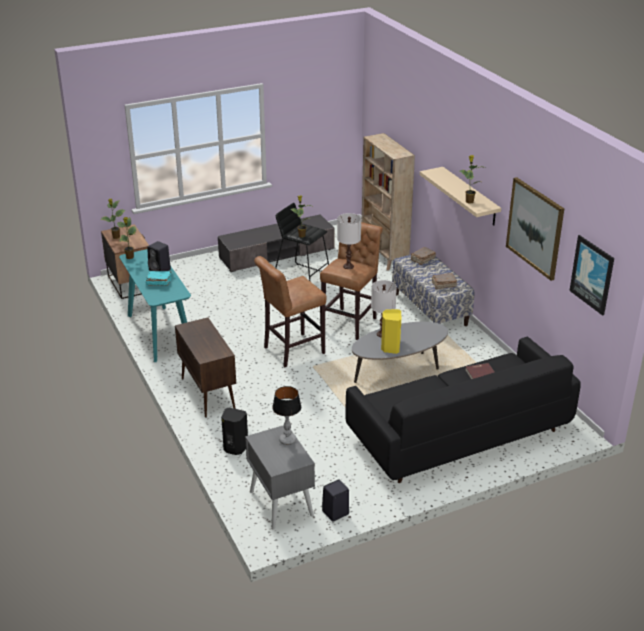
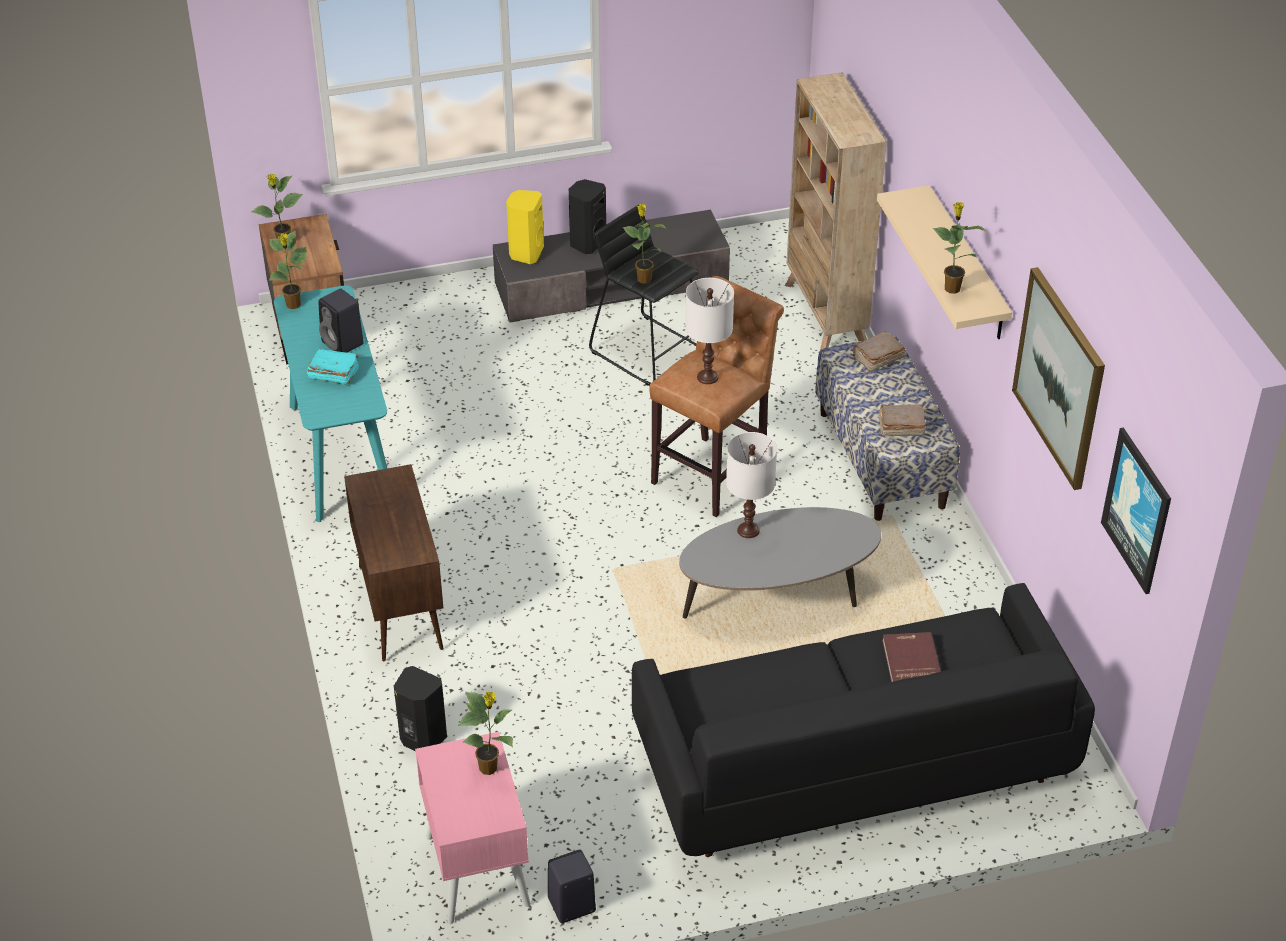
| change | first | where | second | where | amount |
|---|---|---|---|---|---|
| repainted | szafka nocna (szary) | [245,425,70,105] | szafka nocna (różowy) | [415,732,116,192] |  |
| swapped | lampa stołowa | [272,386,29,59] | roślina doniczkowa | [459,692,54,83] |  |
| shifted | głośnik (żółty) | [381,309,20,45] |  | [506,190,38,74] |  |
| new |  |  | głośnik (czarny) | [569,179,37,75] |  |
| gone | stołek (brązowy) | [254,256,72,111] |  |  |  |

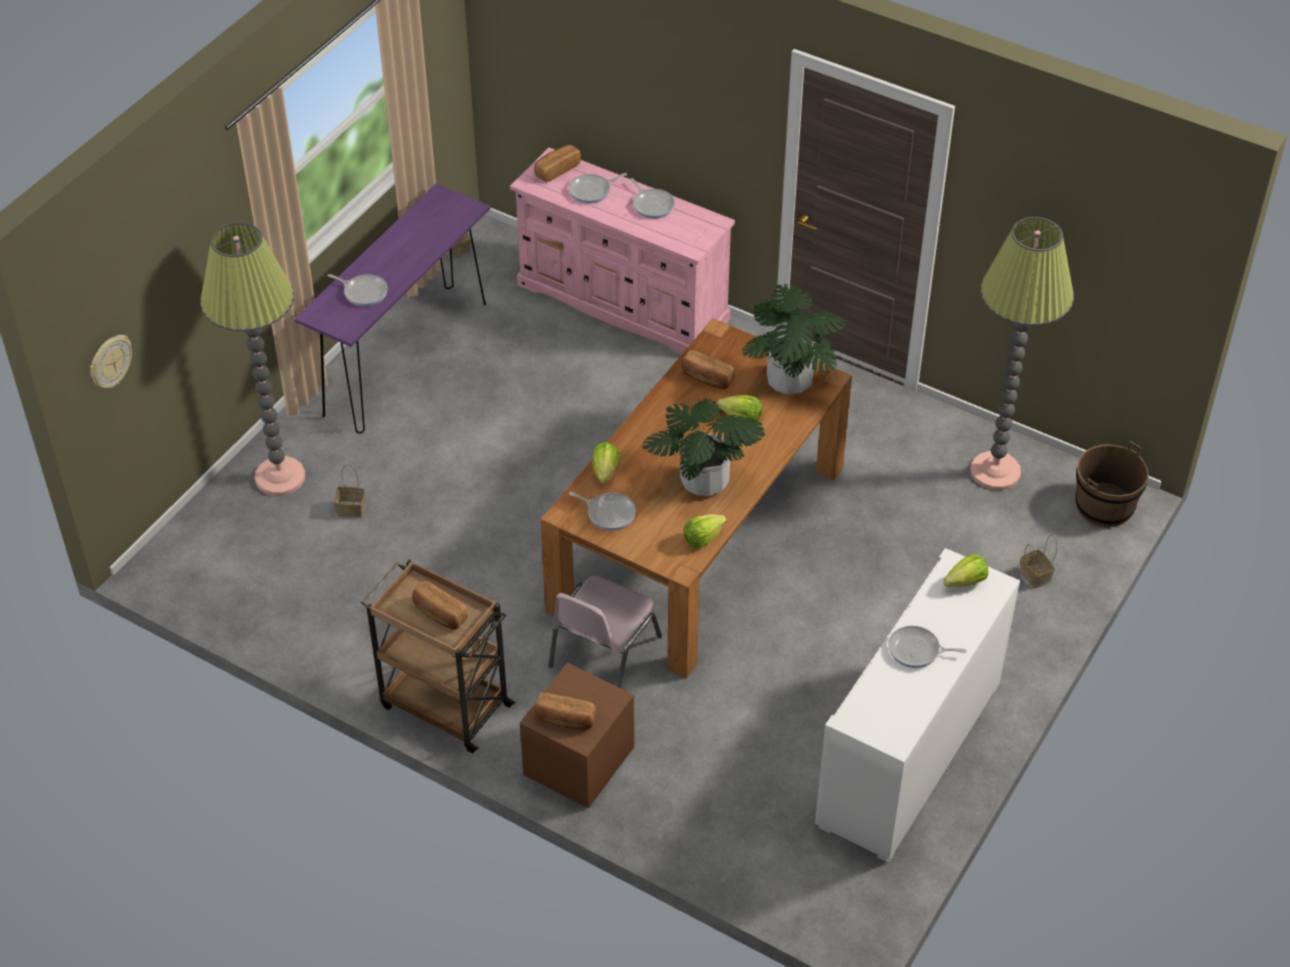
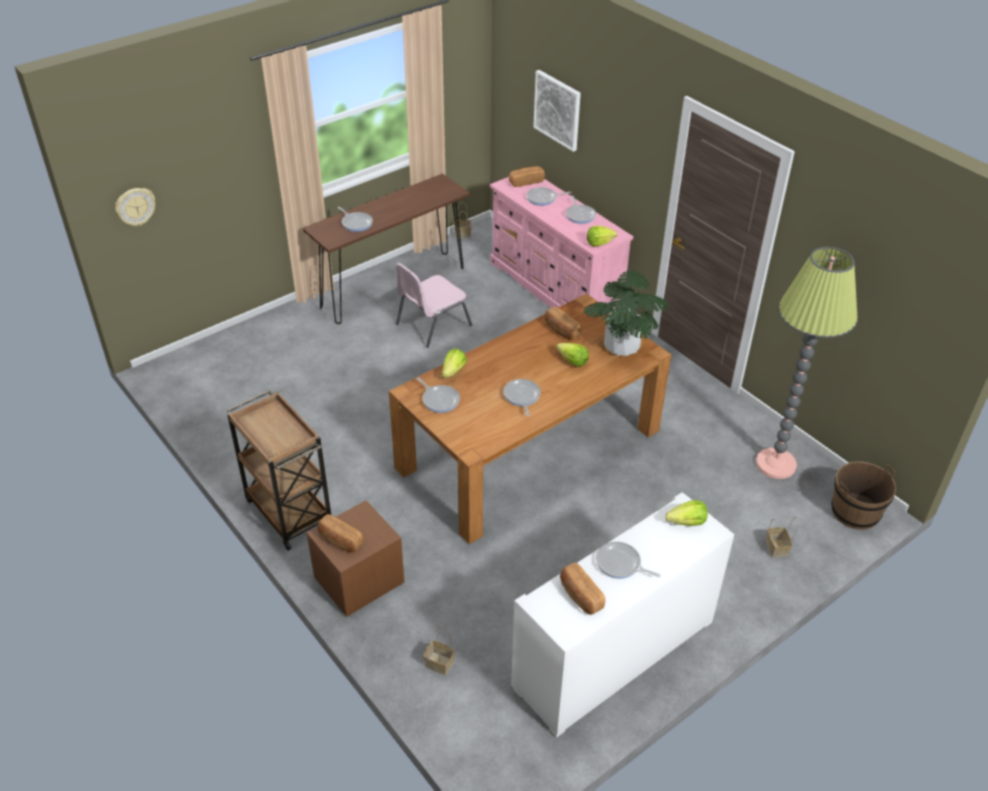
| change | first | where | second | where | amount |
|---|---|---|---|---|---|
| repainted | stolik konsolowy (fioletowy) | [294,184,196,250] | stolik konsolowy (brązowy) | [303,174,167,150] |  |
| shifted | krzesło (różowy) | [548,576,114,112] |  | [396,263,76,85] |  |
| shifted | koszyk | [334,465,32,53] |  | [423,626,32,49] |  |
| swapped | roślina doniczkowa | [642,398,124,98] | patelnia | [503,379,38,37] |  |
| new |  |  | obraz | [534,70,47,82] |  |
| shifted | chleb | [412,581,56,49] |  | [560,563,45,52] |  |
| shifted | sałata | [683,514,43,35] |  | [587,226,30,21] |  |
| gone | lampa stojąca | [200,222,105,274] |  |  |  |

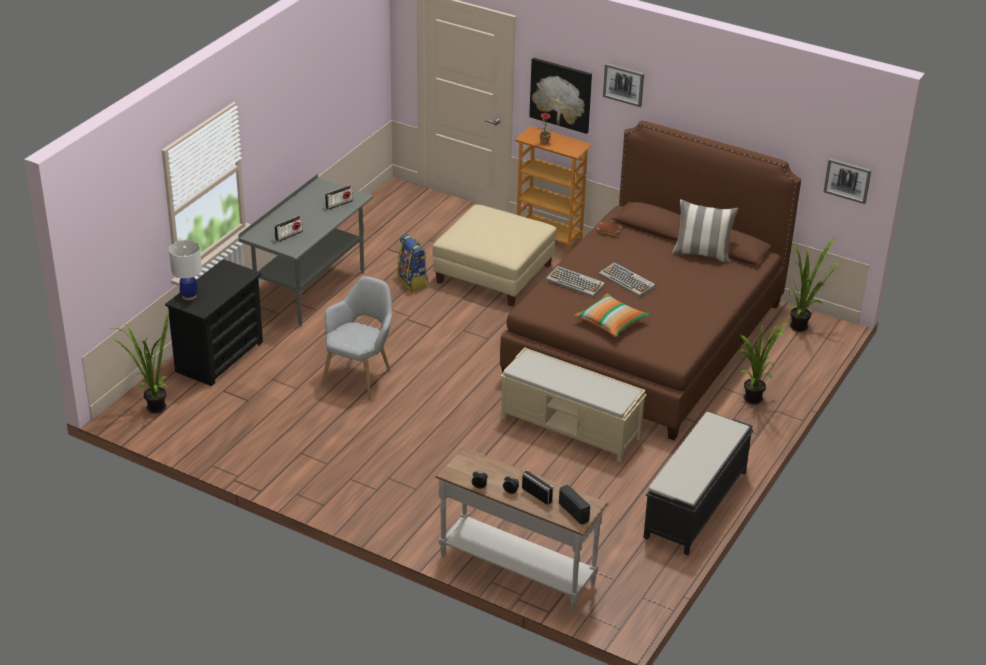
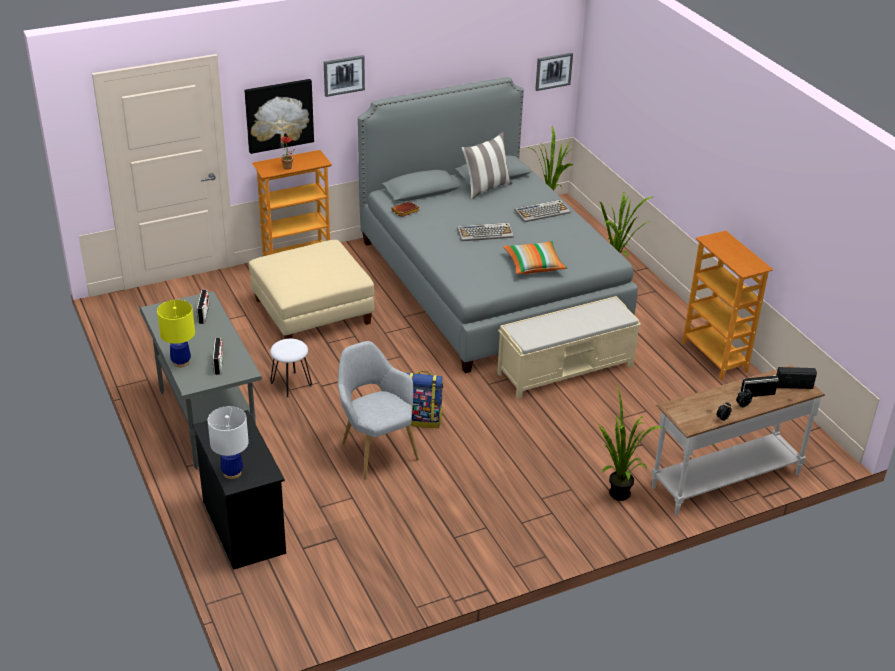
| change | first | where | second | where | amount |
|---|---|---|---|---|---|
| new |  |  | lampa stołowa (żółty) | [157,300,38,67] |  |
| new |  |  | stołek (biały) | [270,339,42,59] |  |
| repainted | łóżko (brązowy) | [500,120,301,320] | łóżko (szary) | [358,77,280,296] |  |
| shifted | plecak | [397,234,31,58] |  | [406,371,38,57] |  |
| shifted | klawiatura | [546,266,59,31] |  | [514,199,57,24] |  |
| shifted | roślina doniczkowa | [113,310,56,103] |  | [599,384,64,117] |  |
| swapped | ławka (czarny) | [643,412,110,143] | regał | [682,230,92,150] |  |

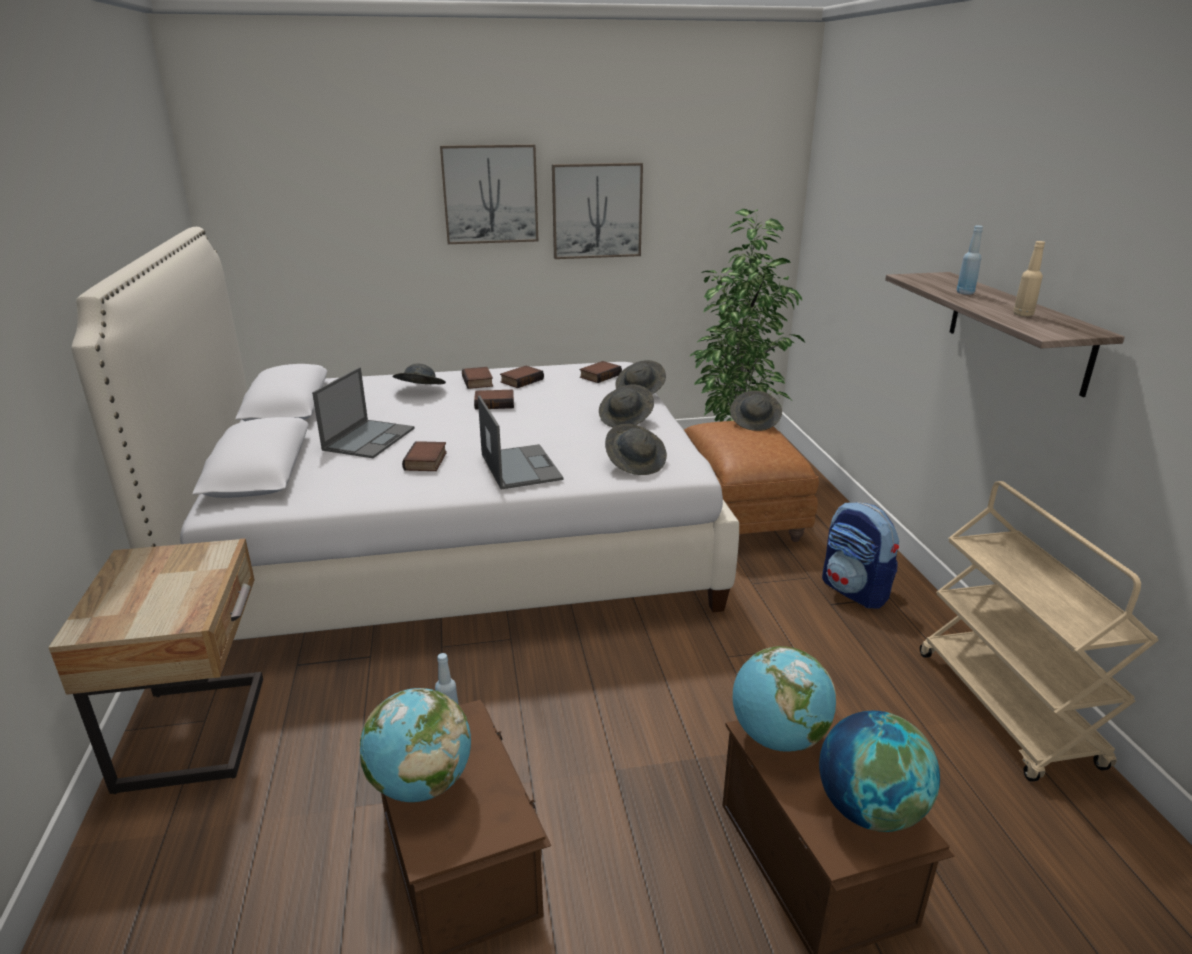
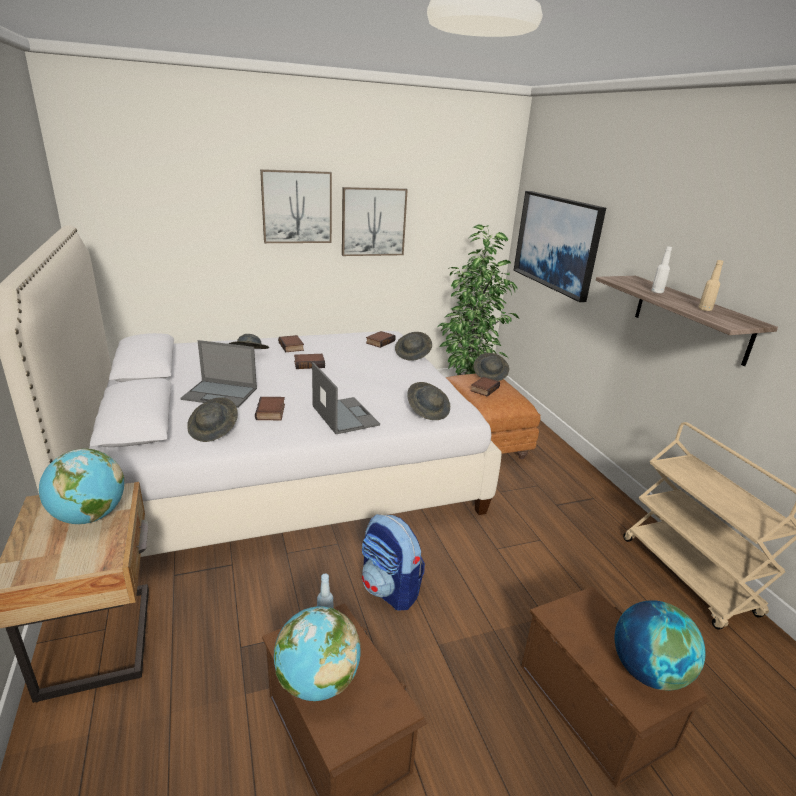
| change | first | where | second | where | amount |
|---|---|---|---|---|---|
| shifted | globus | [733,646,103,106] |  | [39,449,85,75] |  |
| rotated | laptop | [312,367,103,91] |  | [181,340,76,68] | 90 degrees clockwise |
| shifted | kapelusz (szary) | [599,384,55,43] |  | [187,397,51,45] |  |
| shifted | plecak | [822,502,77,107] |  | [362,514,63,96] |  |
| shifted | książka | [500,366,44,22] |  | [470,377,30,20] |  |
| new |  |  | obraz | [514,191,92,111] |  |
| repainted | butelka (niebieski) | [957,226,26,69] | butelka (biały) | [651,246,21,47] |  |

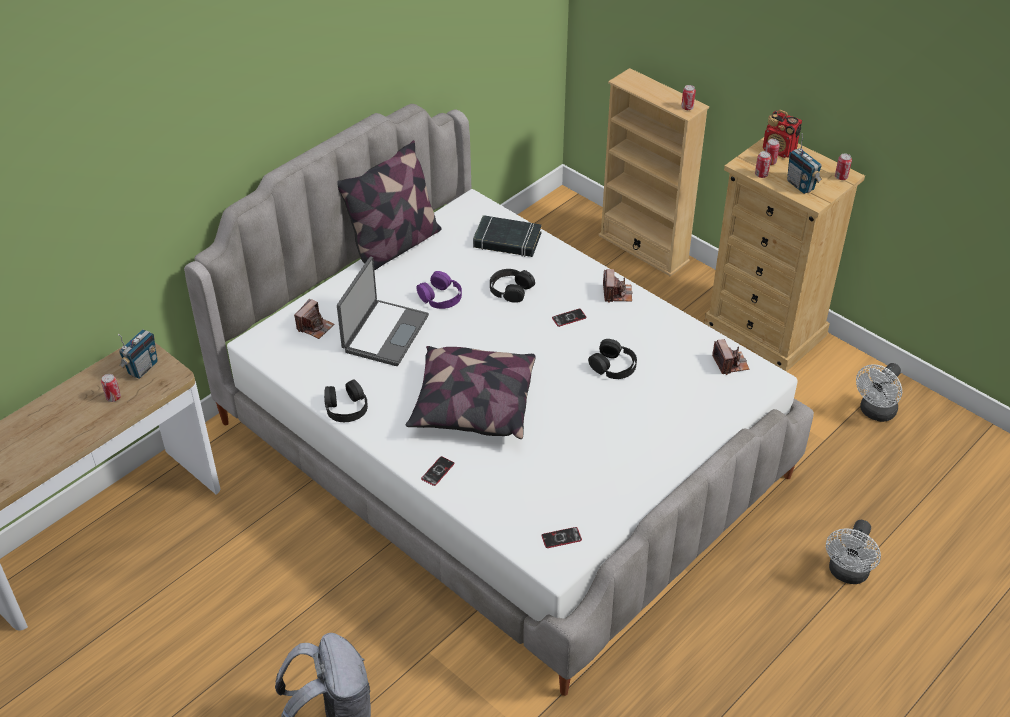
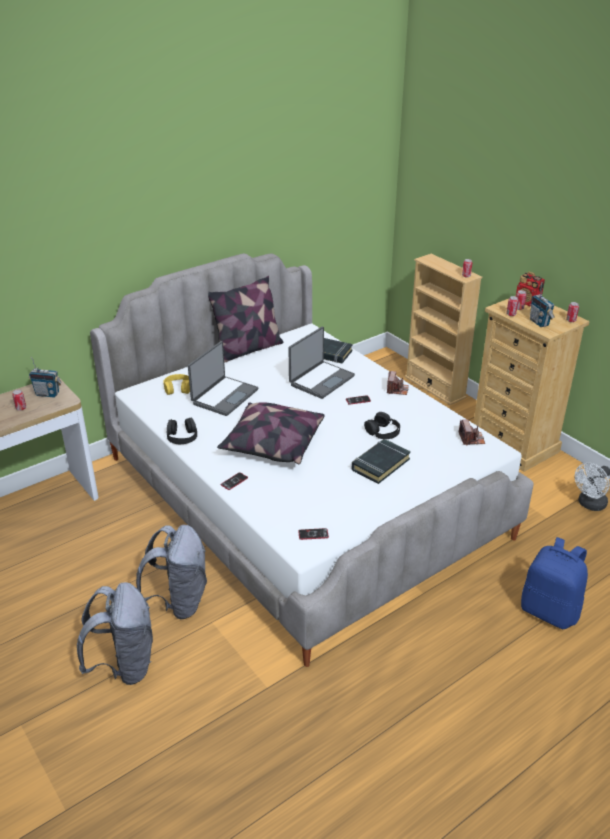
| change | first | where | second | where | amount |
|---|---|---|---|---|---|
| rotated | radio | [118,329,40,50] |  | [29,357,33,41] | 60 degrees clockwise |
| new |  |  | plecak (szary) | [136,525,71,94] |  |
| swapped | aparat fotograficzny | [294,299,40,40] | słuchawki (żółty) | [163,374,27,21] |  |
| swapped | słuchawki (czarny) | [490,269,45,34] | laptop | [289,327,66,72] |  |
| new |  |  | książka (czarny) | [352,439,59,45] |  |
| swapped | wentylator (biały) | [826,520,55,64] | plecak (niebieski) | [521,537,67,92] |  |
| gone | słuchawki (fioletowy) | [416,271,46,38] |  |  |  |

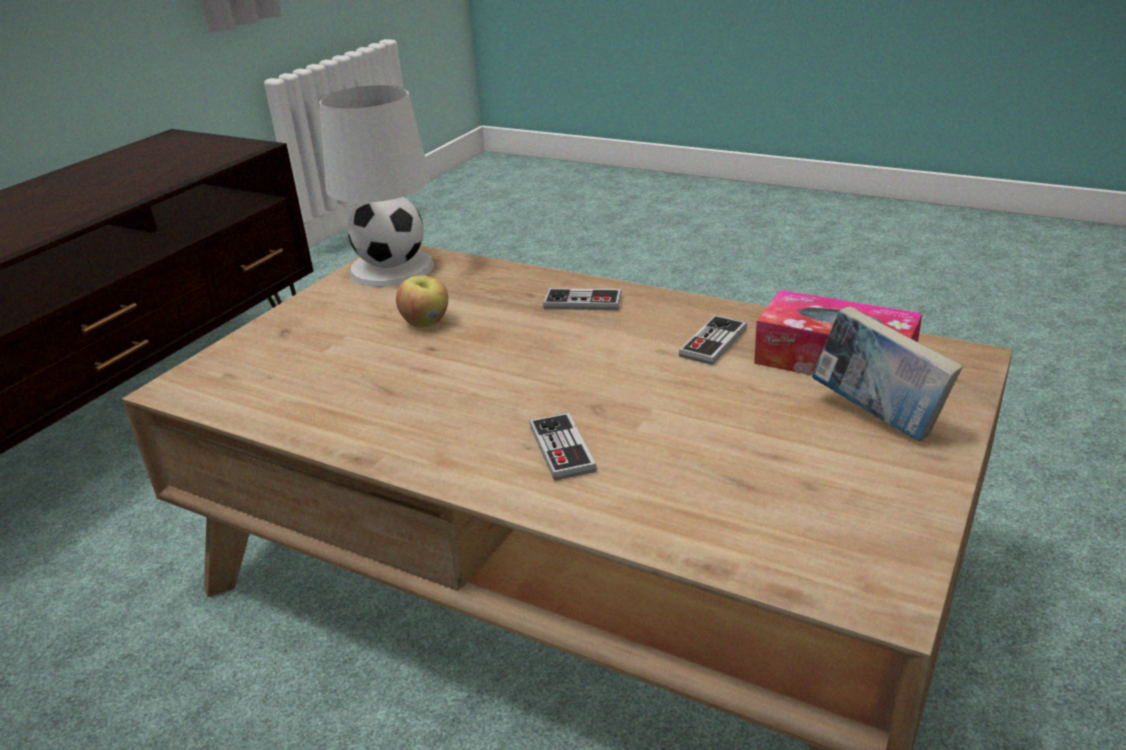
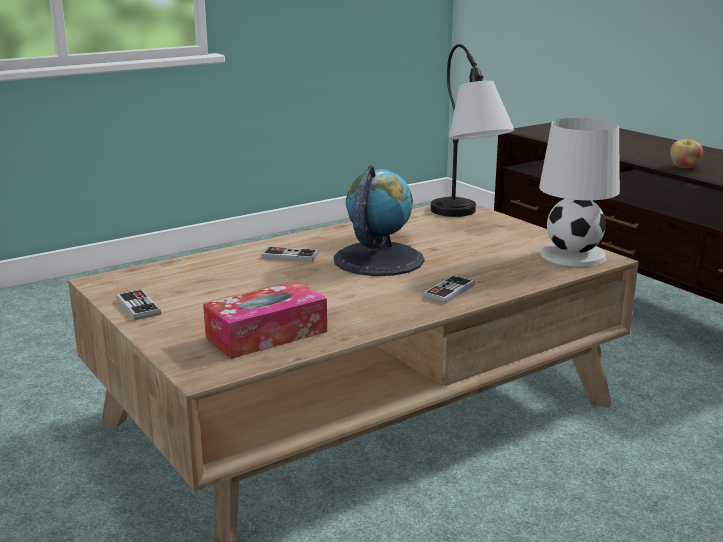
| change | first | where | second | where | amount |
|---|---|---|---|---|---|
| shifted | pad do gier | [679,315,68,50] |  | [116,289,45,31] |  |
| new |  |  | globus | [334,165,91,111] |  |
| new |  |  | lampa stołowa | [431,44,84,173] |  |
| shifted | jabłko | [396,275,52,52] |  | [670,139,33,29] |  |
| gone | książka | [812,306,151,135] |  |  |  |

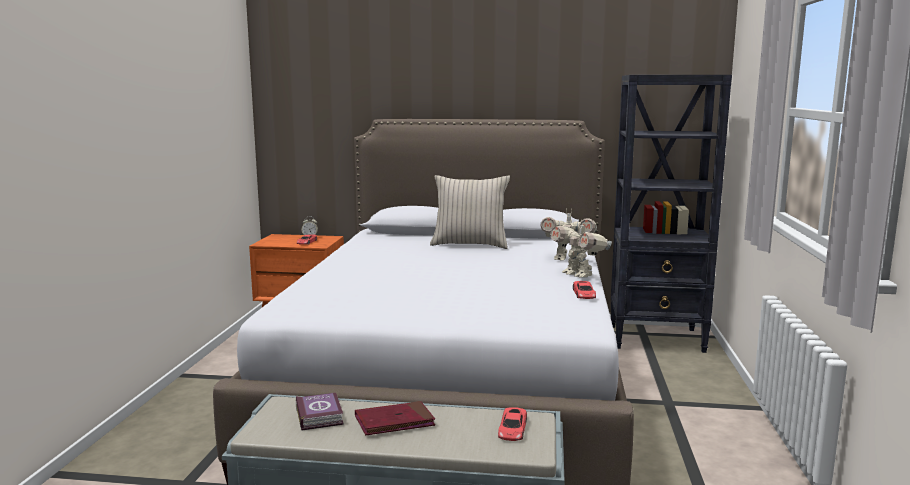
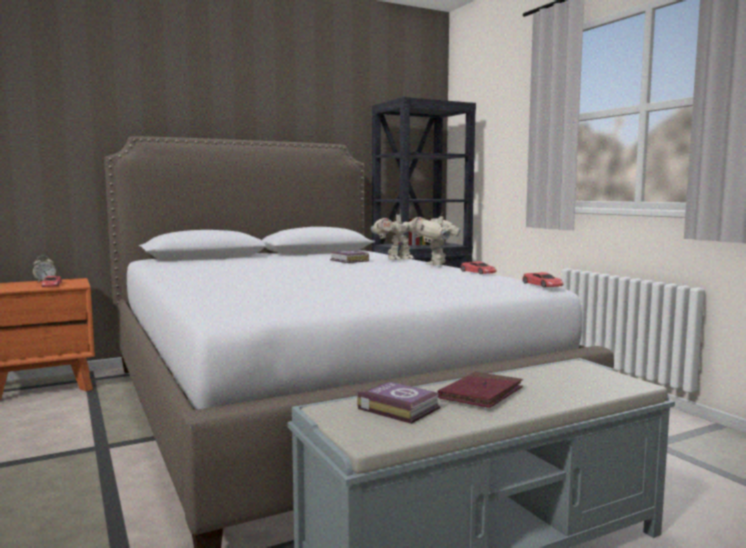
| change | first | where | second | where | amount |
|---|---|---|---|---|---|
| new |  |  | książka | [330,250,39,13] |  |
| rotated | robot zabawkowy | [550,219,62,59] |  | [416,212,45,54] | 90 degrees clockwise |
| shifted | samochodzik (czerwony) | [498,407,29,34] |  | [523,272,40,15] |  |
| gone | poduszka (beżowy) | [430,175,80,74] |  |  |  |

